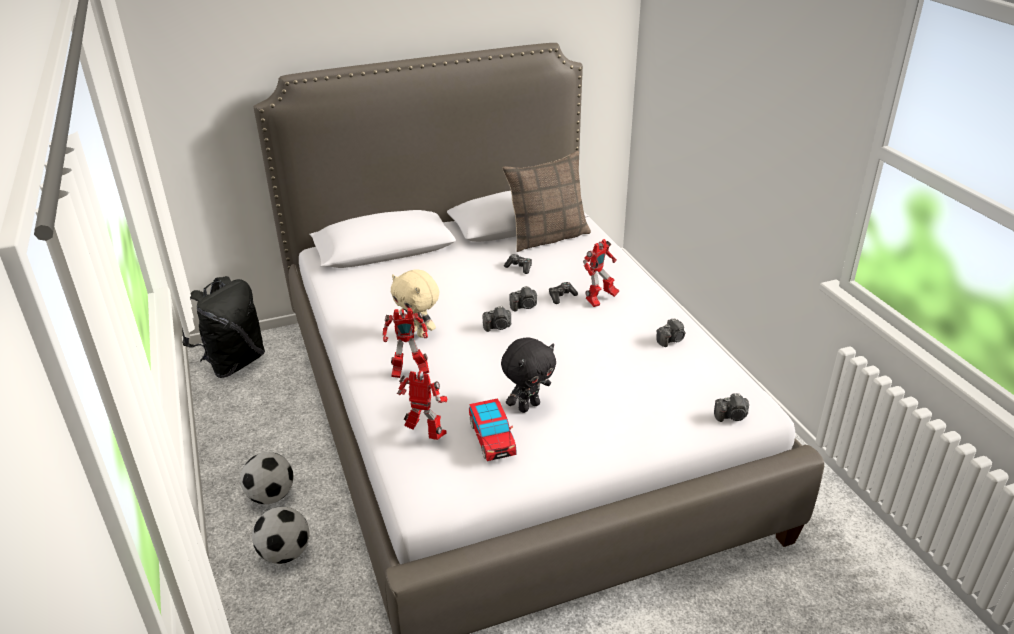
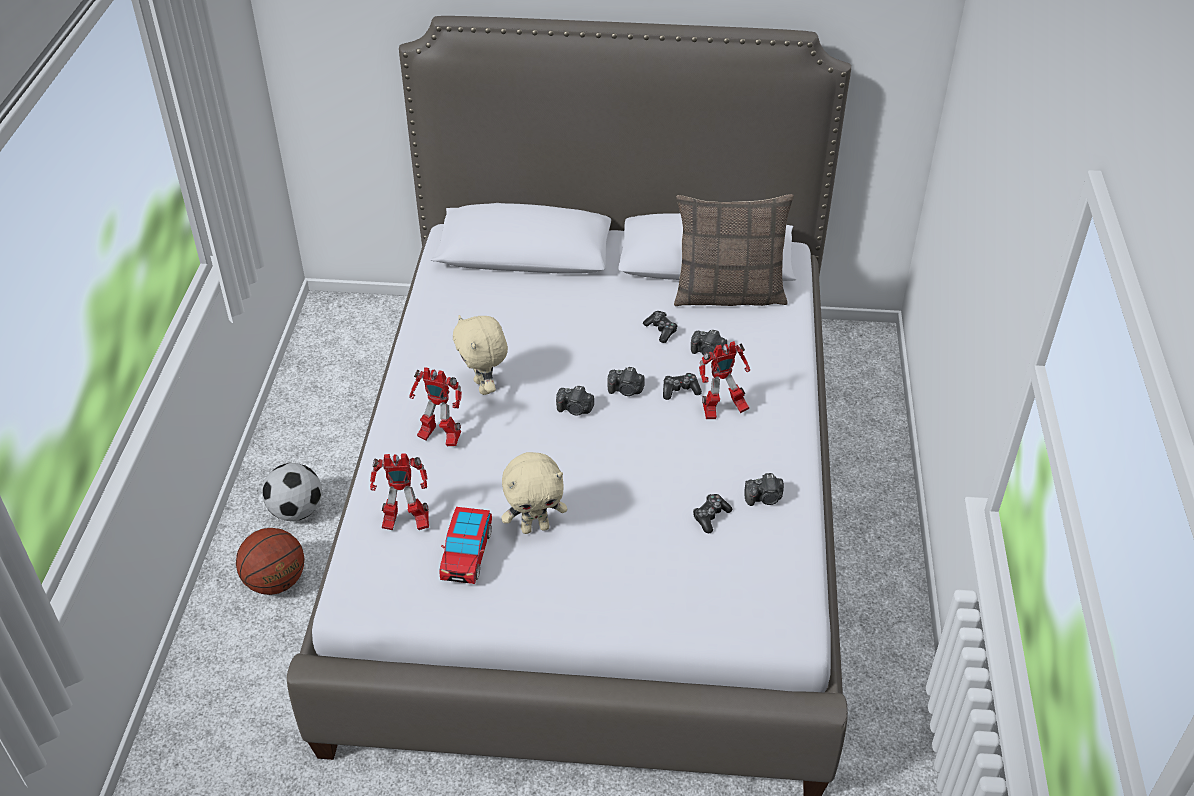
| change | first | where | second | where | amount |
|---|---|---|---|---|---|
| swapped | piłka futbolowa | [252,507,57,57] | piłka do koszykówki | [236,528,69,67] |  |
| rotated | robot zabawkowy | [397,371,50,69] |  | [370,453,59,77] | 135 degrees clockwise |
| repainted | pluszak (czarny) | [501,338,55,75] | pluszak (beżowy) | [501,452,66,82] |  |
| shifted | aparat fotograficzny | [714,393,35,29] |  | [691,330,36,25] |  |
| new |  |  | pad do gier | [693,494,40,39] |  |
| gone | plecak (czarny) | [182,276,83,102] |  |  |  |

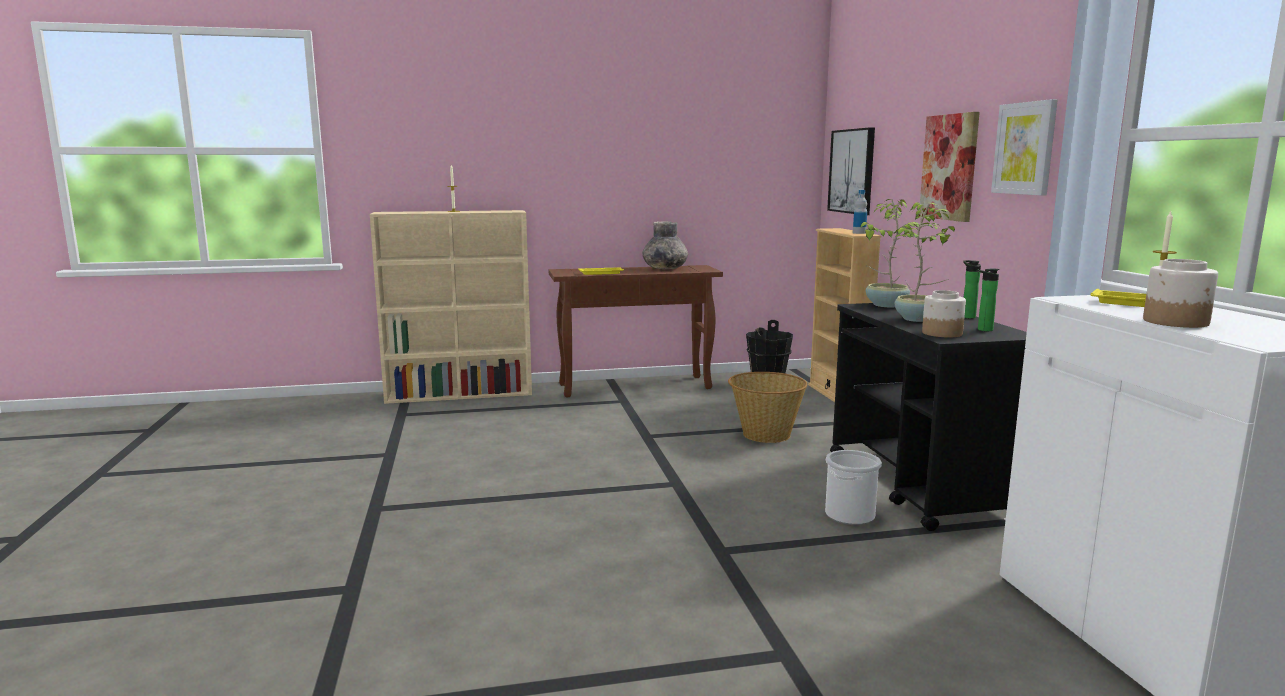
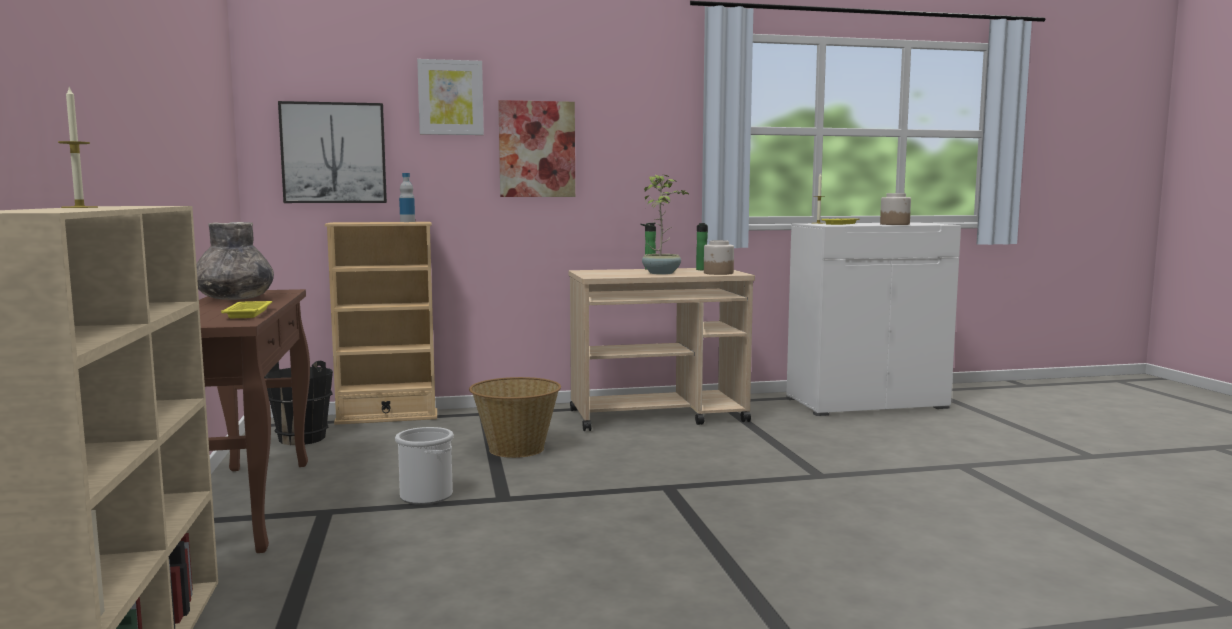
| change | first | where | second | where | amount |
|---|---|---|---|---|---|
| shifted | wiadro | [825,450,57,75] |  | [395,427,59,78] |  |
| shifted | obraz | [991,99,67,96] |  | [417,59,67,76] |  |
| repainted | wózek (czarny) | [830,303,197,228] | wózek (beżowy) | [568,268,187,163] |  |
| gone | roślina doniczkowa | [860,199,59,108] |  |  |  |

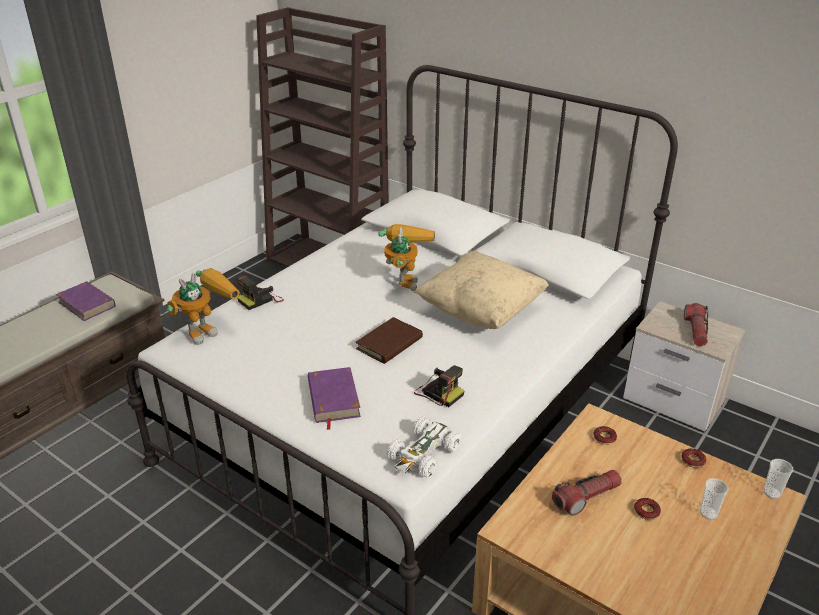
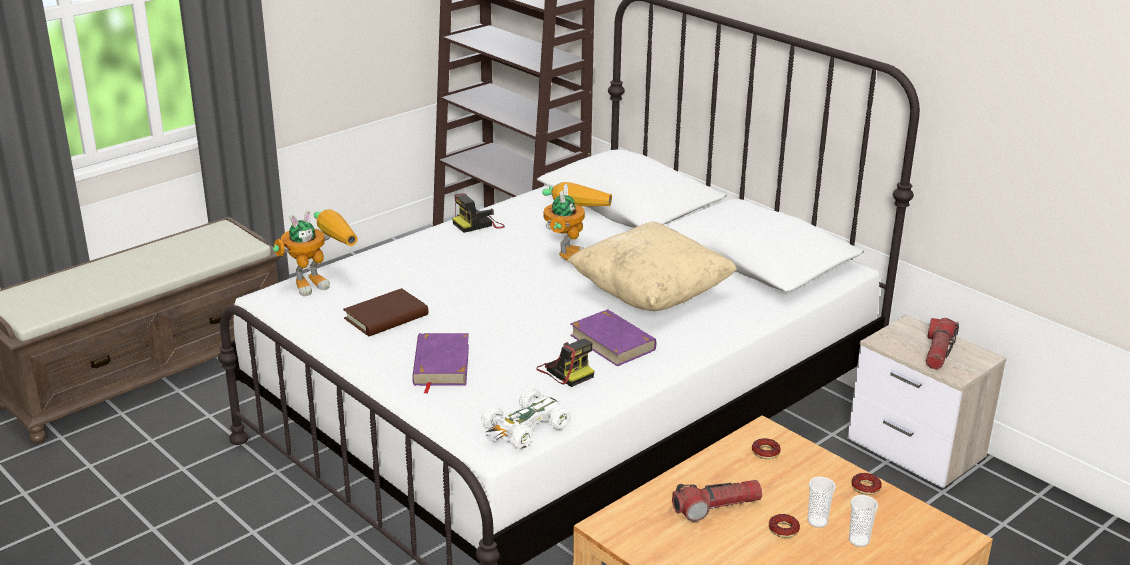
| change | first | where | second | where | amount |
|---|---|---|---|---|---|
| shifted | książka (brązowy) | [356,317,67,47] |  | [343,288,85,48] |  |
| shifted | aparat fotograficzny | [237,275,47,35] |  | [452,193,53,40] |  |
| shifted | książka (fioletowy) | [56,281,60,40] |  | [570,309,86,57] |  |
| shifted | filiżanka | [764,459,29,40] |  | [808,476,28,52] |  |

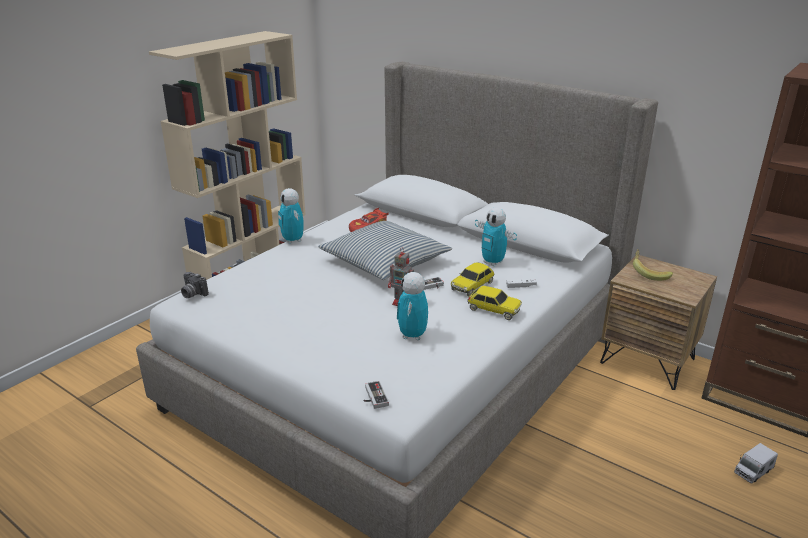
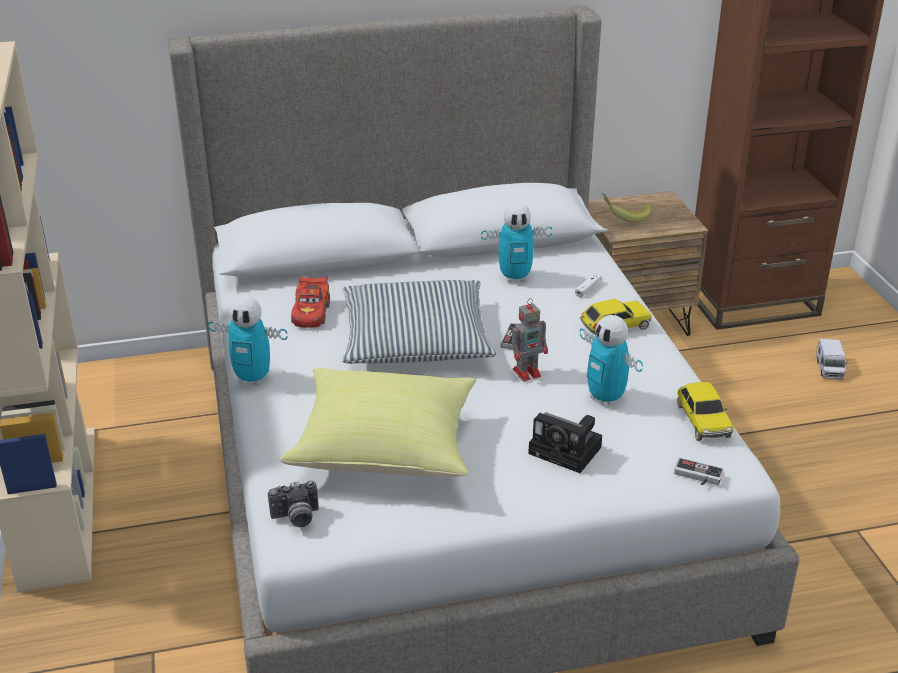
| change | first | where | second | where | amount |
|---|---|---|---|---|---|
| new |  |  | poduszka (żółty) | [280,368,196,109] |  |
| new |  |  | aparat fotograficzny | [528,412,74,61] |  |
| shifted | samochodzik | [451,262,43,34] |  | [677,382,56,59] |  |

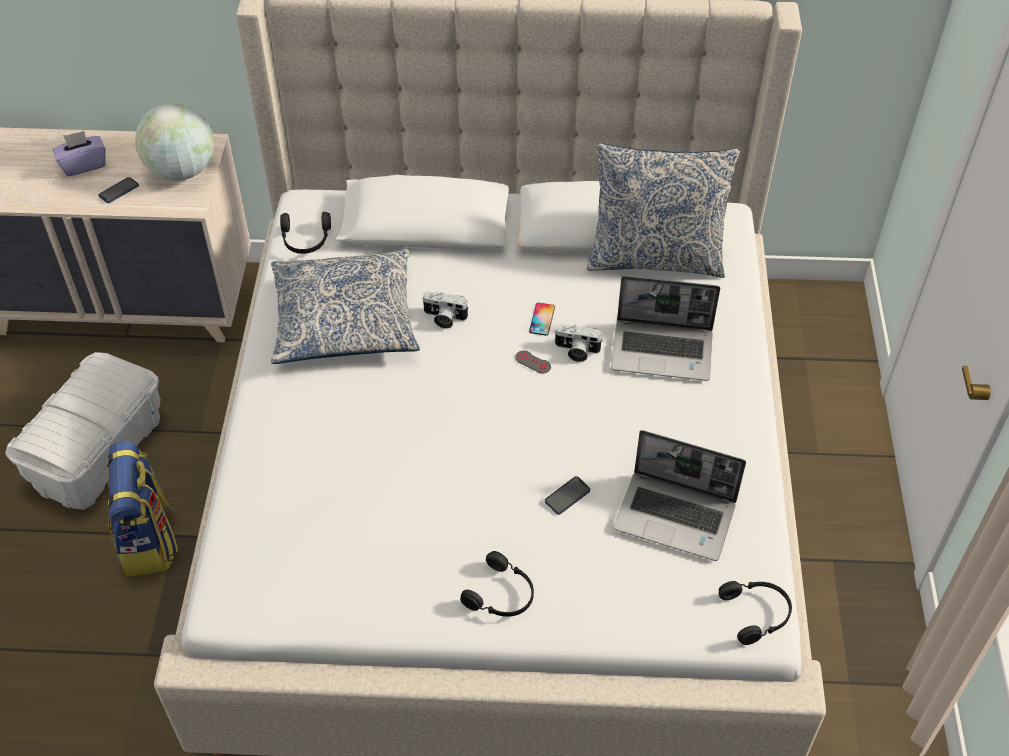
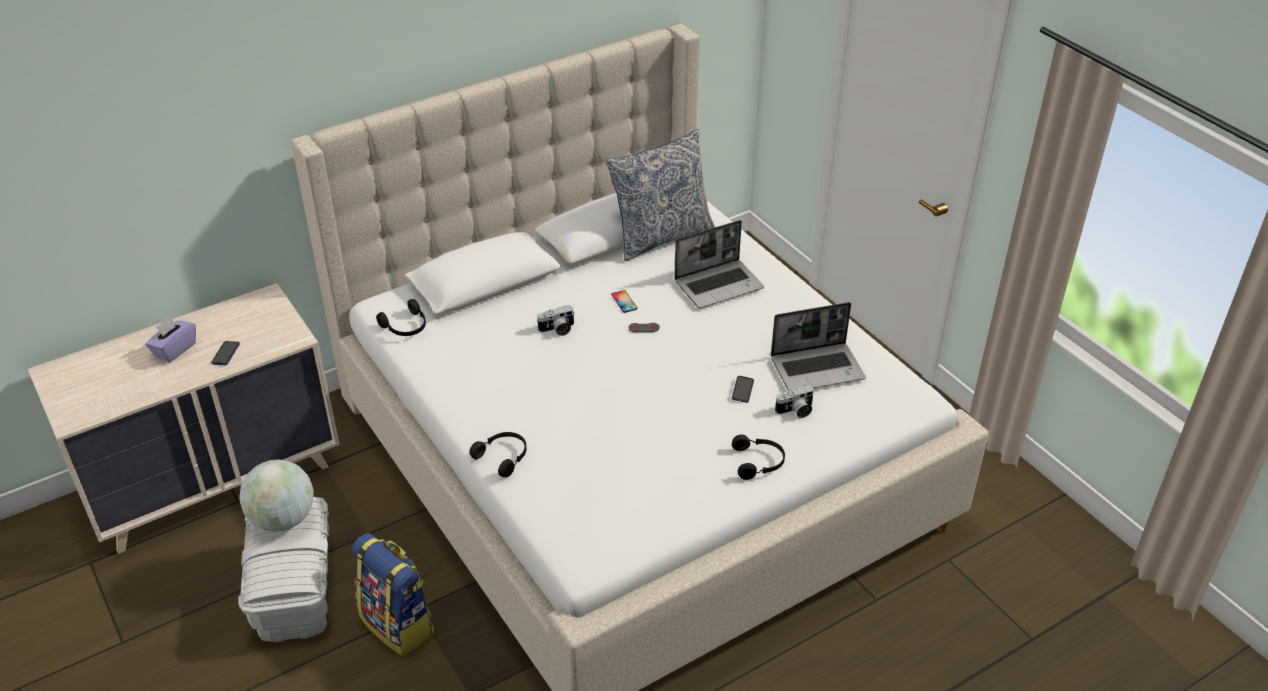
| change | first | where | second | where | amount |
|---|---|---|---|---|---|
| shifted | globus | [135,103,79,78] |  | [239,459,75,73] |  |
| shifted | słuchawki (czarny) | [719,581,73,64] |  | [469,432,58,45] |  |
| shifted | aparat fotograficzny | [554,324,48,38] |  | [775,385,39,33] |  |
| gone | poduszka | [271,249,149,115] |  |  |  |

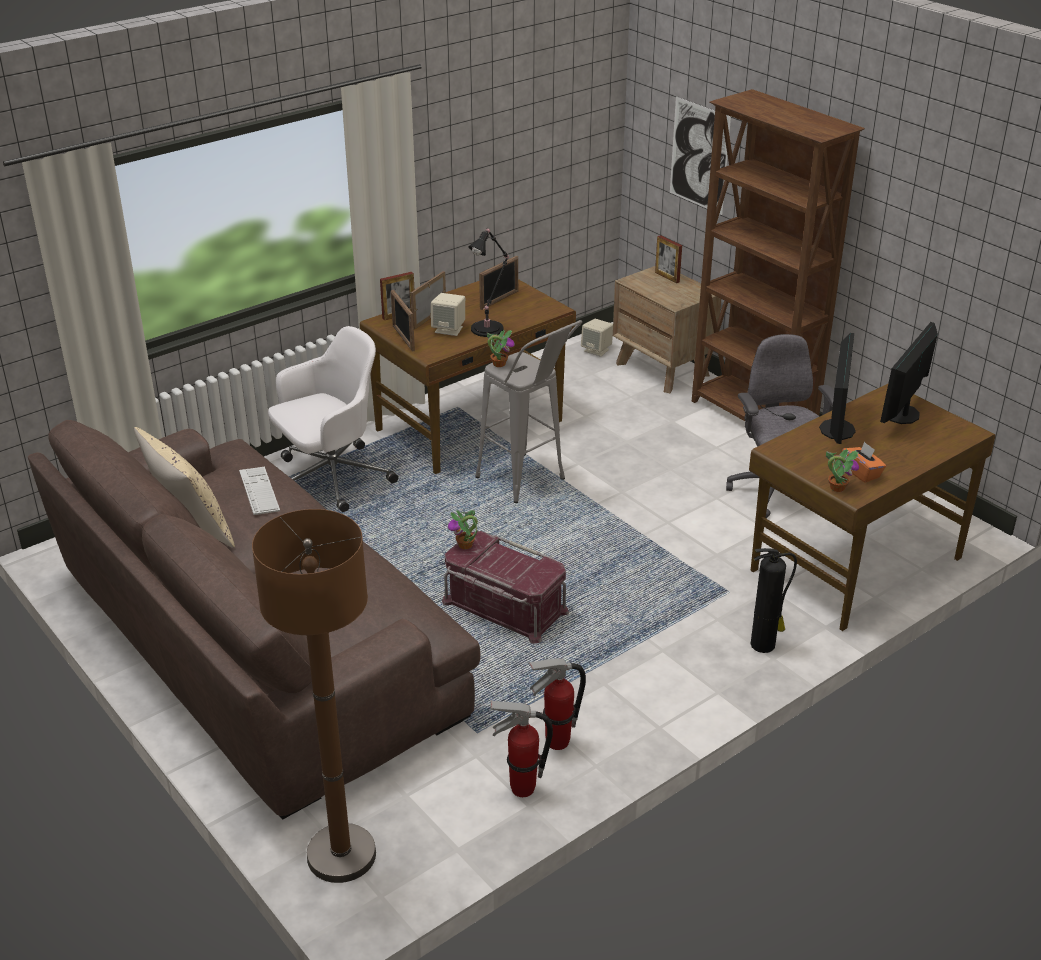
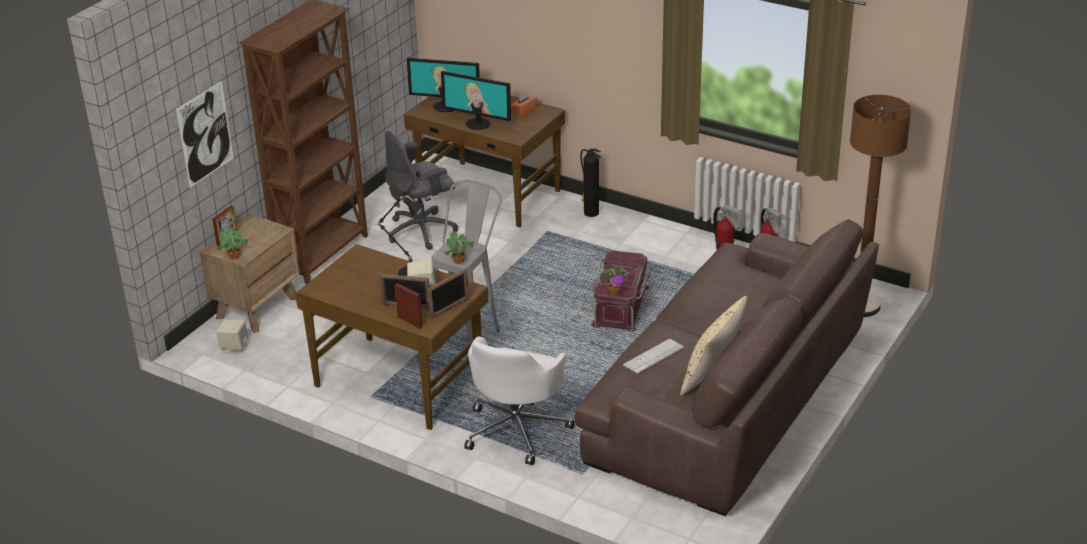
| change | first | where | second | where | amount |
|---|---|---|---|---|---|
| shifted | roślina doniczkowa | [826,449,33,43] |  | [216,228,32,32] |  |
| rotated | monitor | [819,333,37,111] |  | [441,71,70,59] | 150 degrees counterclockwise |
| rotated | krzesło biurowe (biały) | [268,326,130,186] |  | [464,336,111,129] | 105 degrees counterclockwise |
| gone | ramka na zdjęcie | [479,256,39,54] |  |  |  |

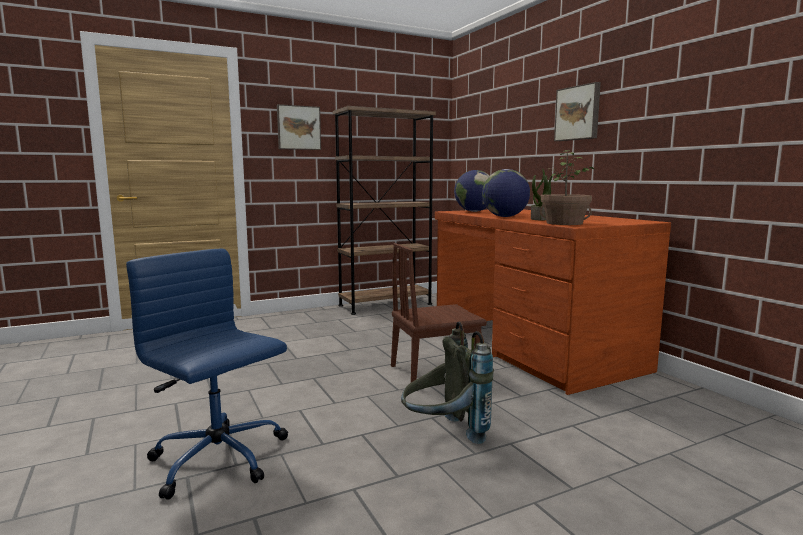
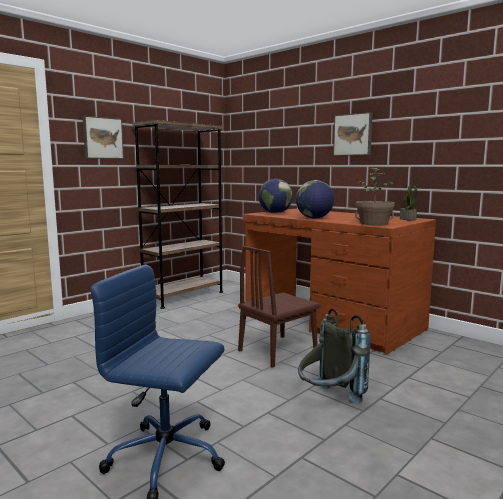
| change | first | where | second | where | amount |
|---|---|---|---|---|---|
| shifted | roślina doniczkowa | [531,169,25,51] |  | [400,180,18,41] |  |

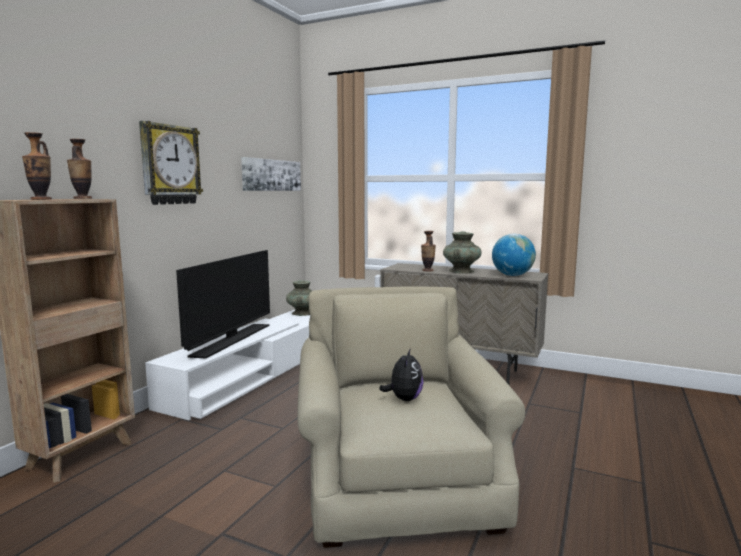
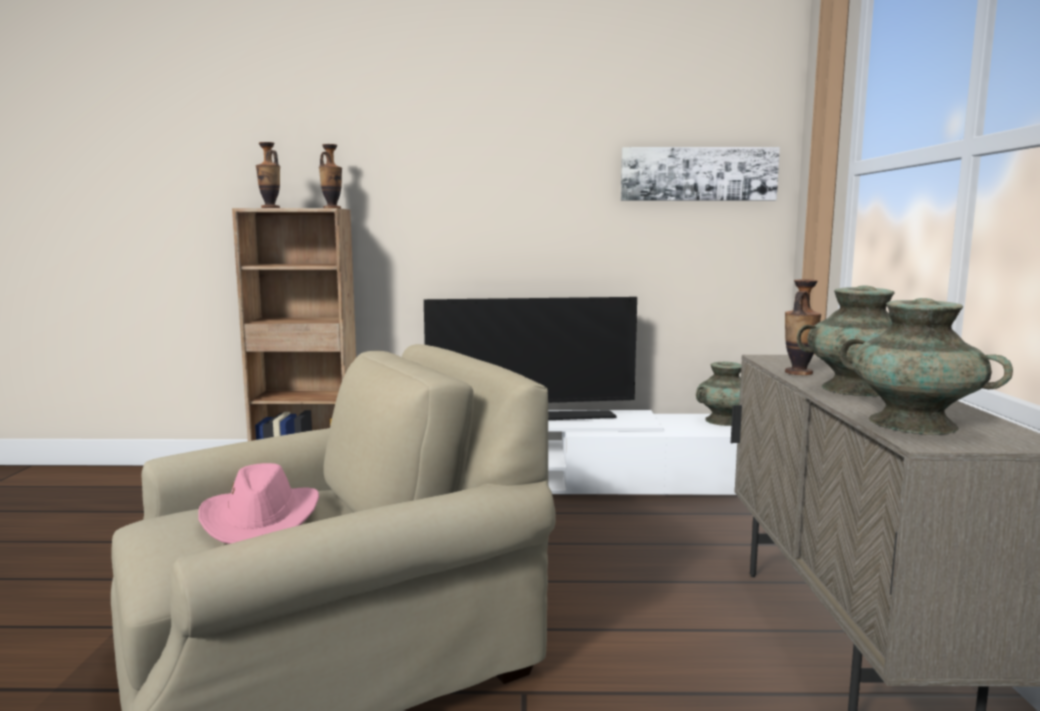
| change | first | where | second | where | amount |
|---|---|---|---|---|---|
| swapped | pluszak | [379,348,44,53] | kapelusz (różowy) | [198,463,121,81] |  |
| swapped | globus | [492,234,44,42] | wazon (turkusowy) | [840,298,173,137] |  |
| gone | zegar ścienny | [139,121,64,84] |  |  |  |

